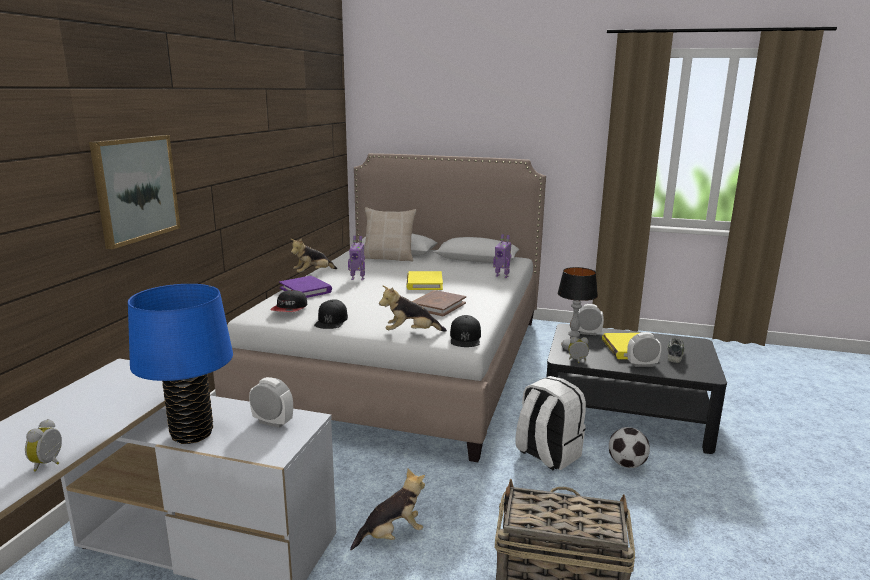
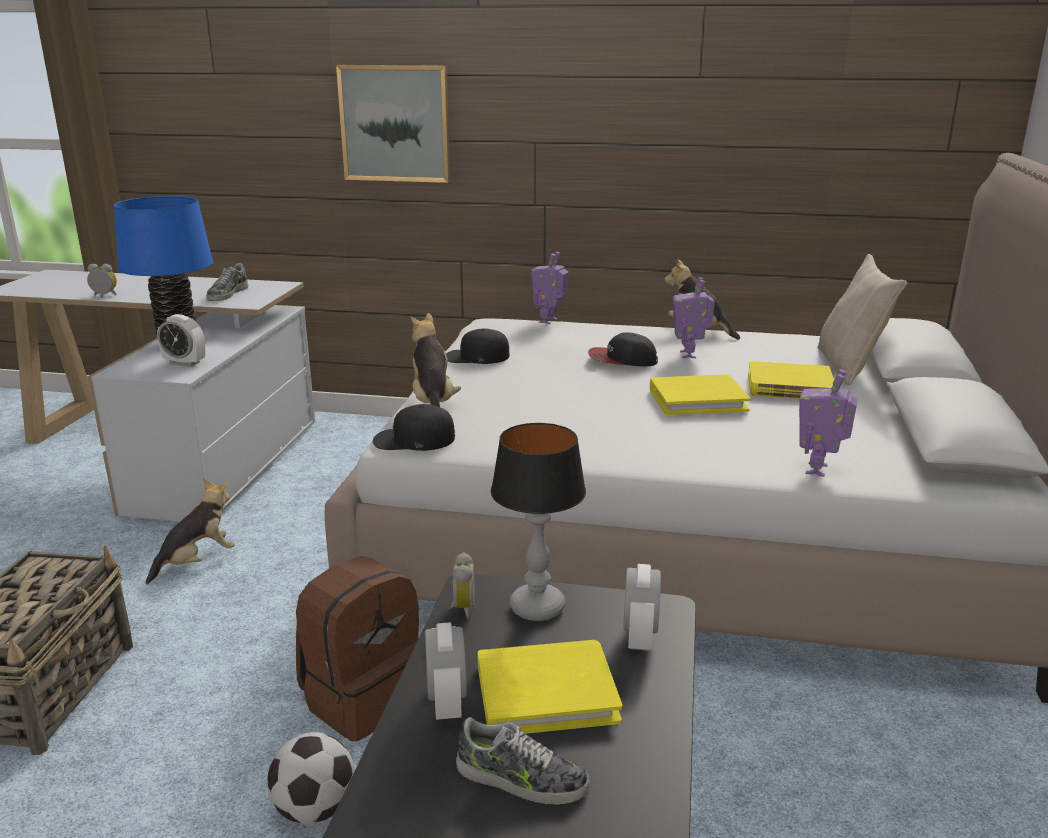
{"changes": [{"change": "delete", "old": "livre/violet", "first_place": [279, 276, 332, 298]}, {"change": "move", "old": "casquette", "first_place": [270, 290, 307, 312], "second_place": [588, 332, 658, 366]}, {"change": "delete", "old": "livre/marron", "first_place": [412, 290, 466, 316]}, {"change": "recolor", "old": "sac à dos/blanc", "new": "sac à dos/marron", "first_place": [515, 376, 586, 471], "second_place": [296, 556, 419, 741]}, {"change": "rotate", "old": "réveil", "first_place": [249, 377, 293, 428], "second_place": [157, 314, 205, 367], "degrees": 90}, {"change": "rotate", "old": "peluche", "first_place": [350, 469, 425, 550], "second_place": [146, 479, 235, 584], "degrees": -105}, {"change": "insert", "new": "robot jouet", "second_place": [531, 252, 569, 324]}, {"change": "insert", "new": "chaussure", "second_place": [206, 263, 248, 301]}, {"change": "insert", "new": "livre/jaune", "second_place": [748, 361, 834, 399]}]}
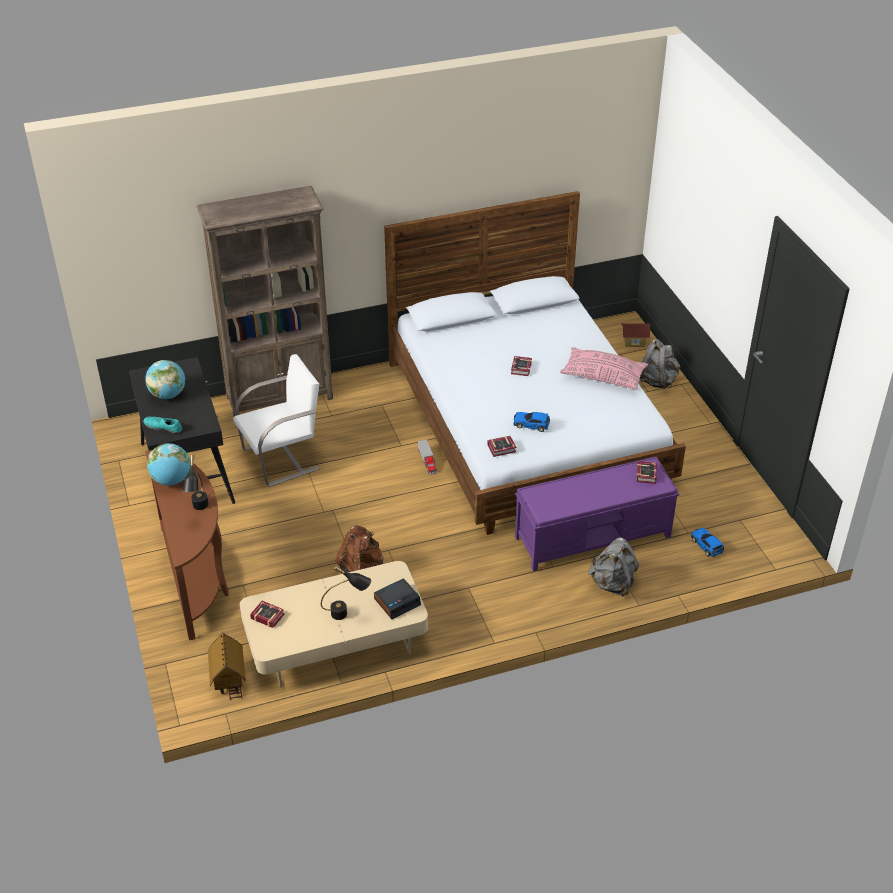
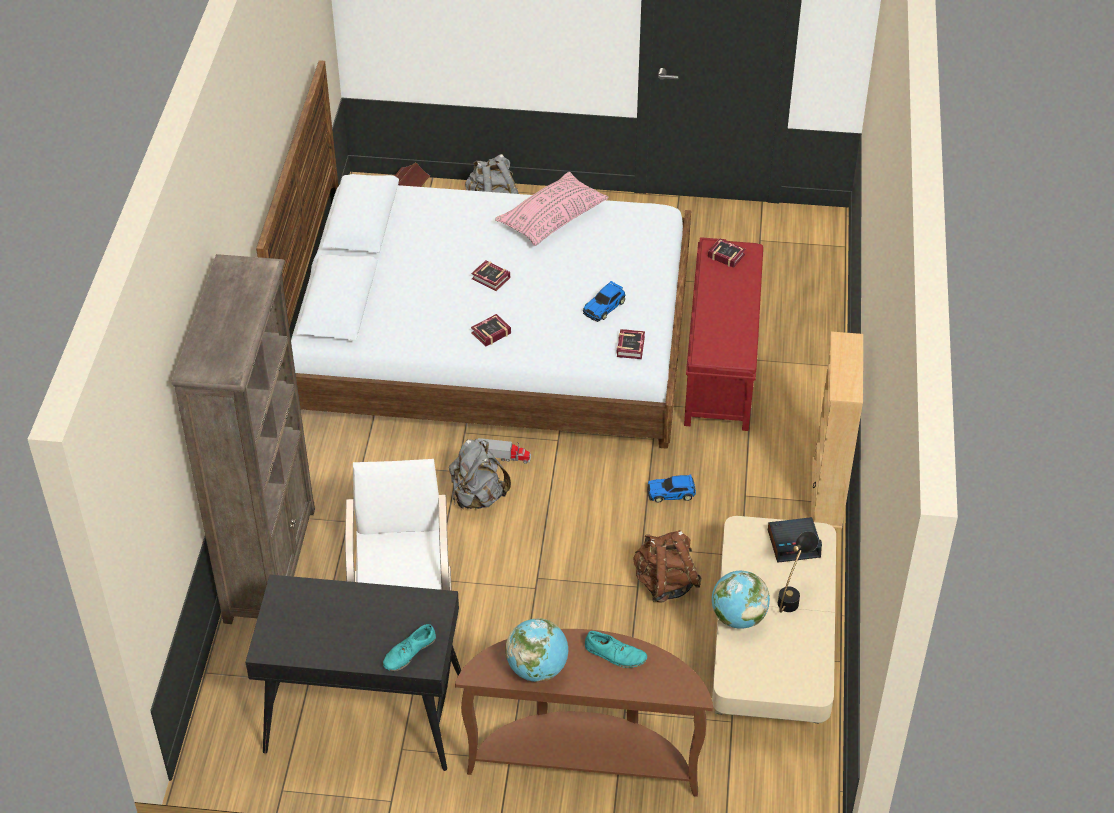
{"changes": [{"change": "move", "old": "globe", "first_place": [145, 360, 185, 399], "second_place": [712, 571, 770, 629]}, {"change": "replace", "old": "lampe de table/noir", "new": "chaussure/turquoise", "first_place": [183, 455, 209, 510], "second_place": [585, 631, 647, 668]}, {"change": "recolor", "old": "banc/violet", "new": "banc/rouge", "first_place": [515, 457, 679, 571], "second_place": [684, 237, 763, 431]}, {"change": "move", "old": "petite voiture", "first_place": [691, 528, 724, 557], "second_place": [647, 475, 696, 502]}, {"change": "move", "old": "sac à dos/gris", "first_place": [588, 537, 639, 597], "second_place": [449, 439, 511, 509]}, {"change": "rotate", "old": "réveil", "first_place": [374, 578, 421, 619], "second_place": [768, 517, 822, 563], "degrees": 90}, {"change": "move", "old": "livre", "first_place": [250, 601, 284, 628], "second_place": [471, 314, 511, 347]}, {"change": "delete", "old": "maison miniature", "first_place": [208, 633, 246, 700]}, {"change": "insert", "new": "bibliothèque/beige", "second_place": [811, 331, 863, 529]}]}
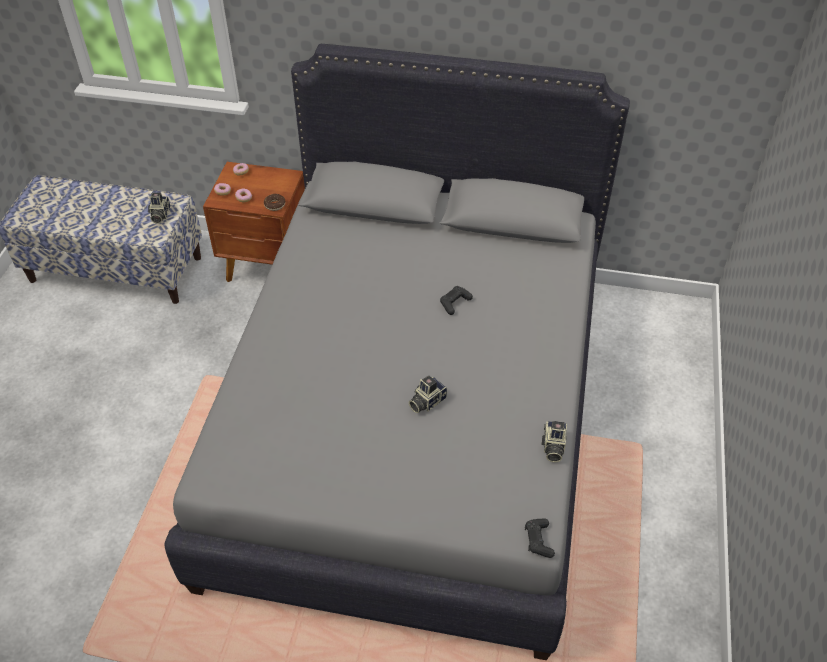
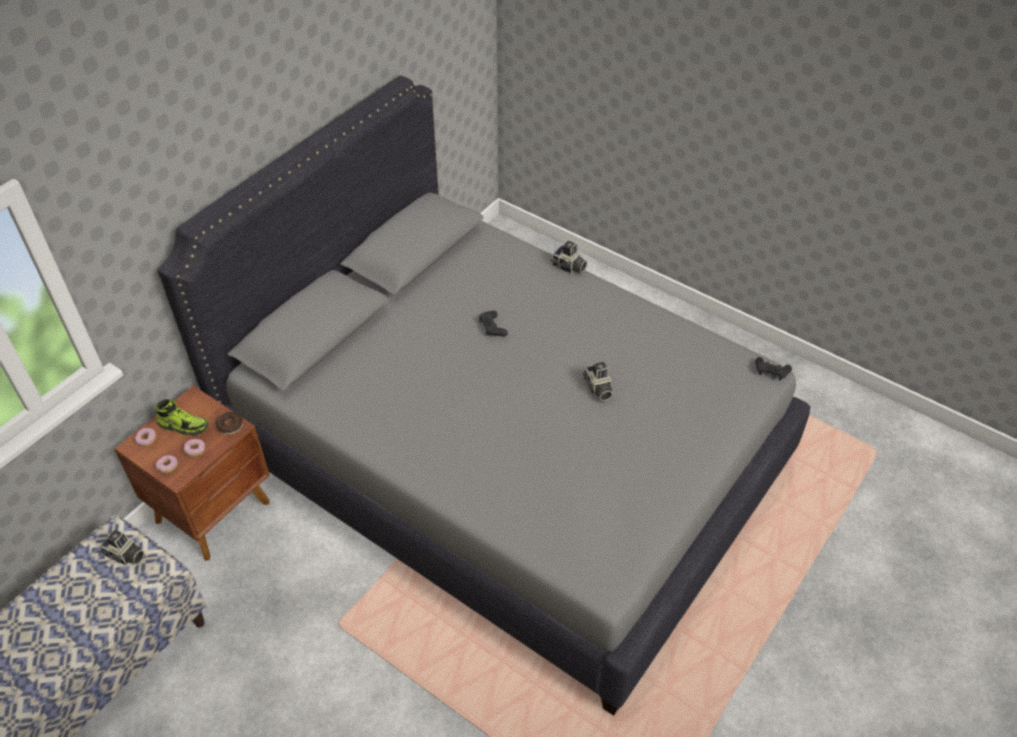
{"changes": [{"change": "move", "old": "appareil photo", "first_place": [541, 421, 567, 462], "second_place": [551, 241, 587, 274]}, {"change": "insert", "new": "chaussure", "second_place": [156, 399, 209, 436]}]}
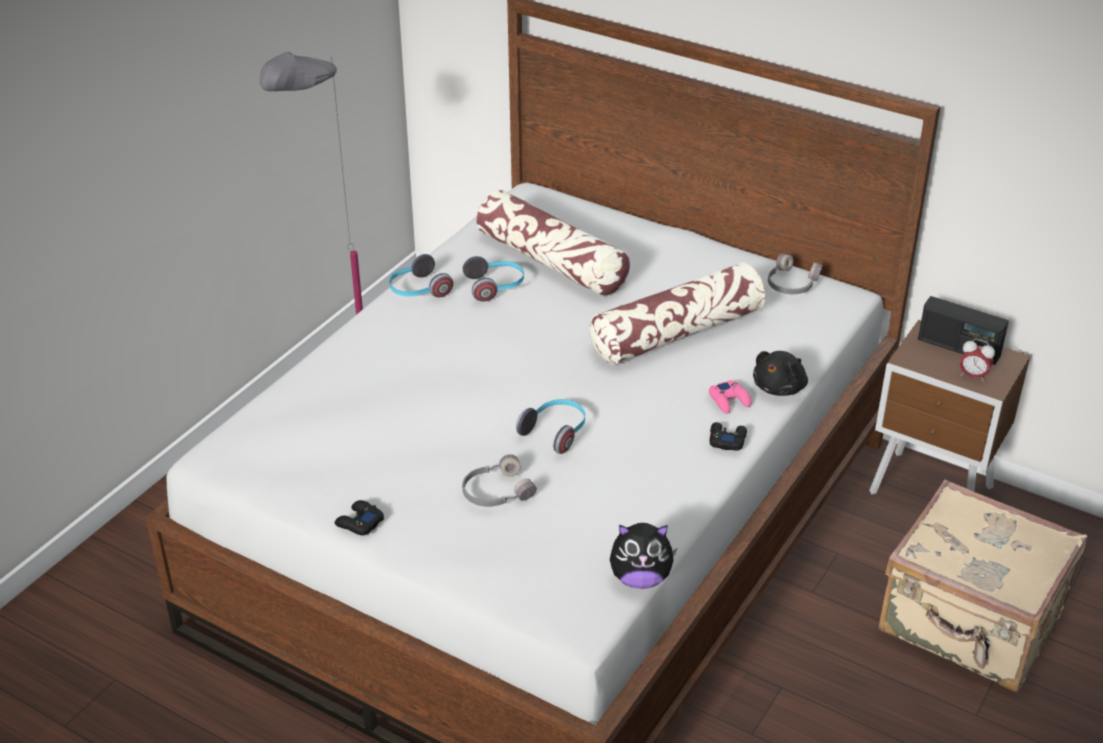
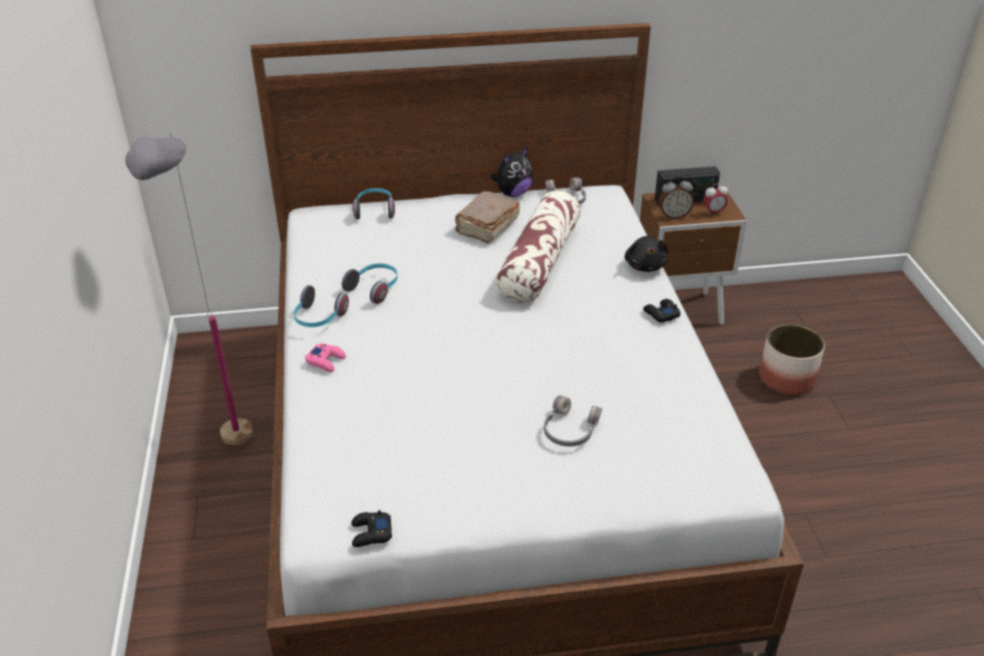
{"changes": [{"change": "delete", "old": "coussin", "first_place": [477, 190, 630, 296]}, {"change": "move", "old": "manette/rose", "first_place": [709, 380, 752, 414], "second_place": [305, 344, 346, 372]}, {"change": "move", "old": "casque audio", "first_place": [516, 399, 585, 454], "second_place": [353, 188, 395, 220]}, {"change": "replace", "old": "valise/beige", "new": "cache-pot", "first_place": [879, 479, 1087, 692], "second_place": [759, 324, 825, 395]}, {"change": "move", "old": "manette/noir", "first_place": [335, 500, 384, 536], "second_place": [351, 510, 392, 547]}, {"change": "move", "old": "peluche", "first_place": [610, 523, 677, 589], "second_place": [490, 146, 533, 197]}, {"change": "insert", "new": "réveil", "second_place": [659, 176, 694, 219]}, {"change": "insert", "new": "livre/marron", "second_place": [455, 191, 520, 244]}]}
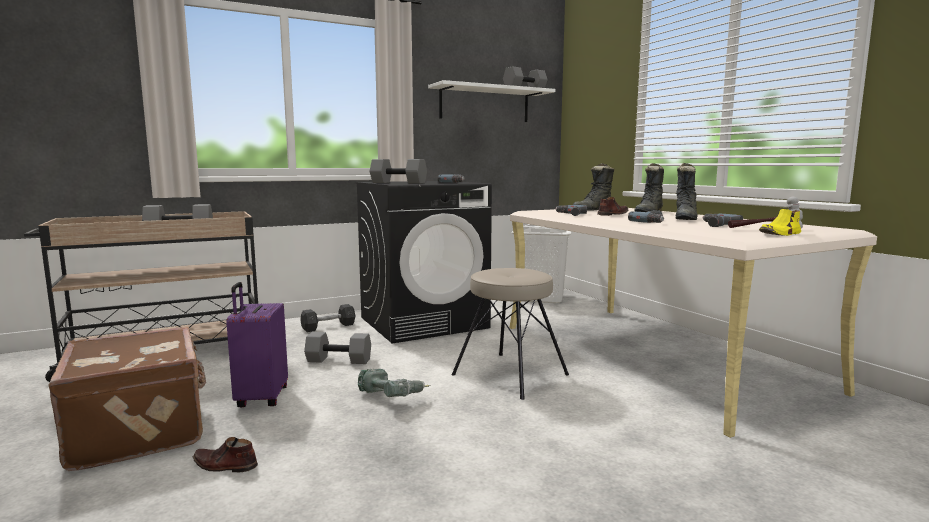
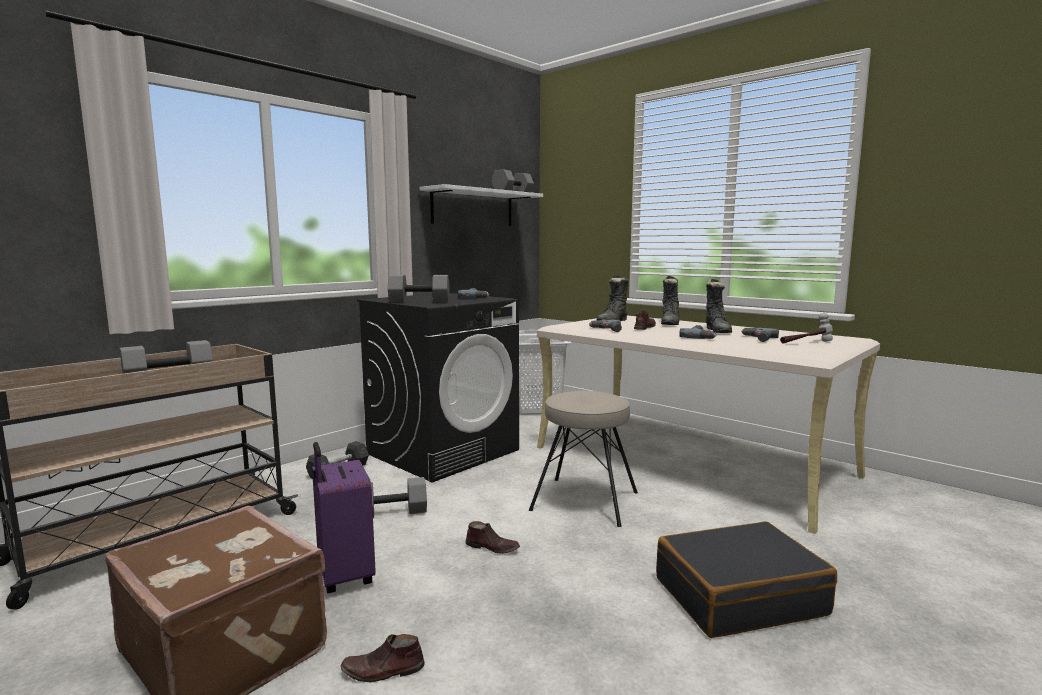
{"changes": [{"change": "delete", "old": "chaussure/jaune", "first_place": [759, 209, 801, 236]}, {"change": "replace", "old": "perceuse", "new": "chaussure/marron", "first_place": [358, 369, 430, 397], "second_place": [466, 521, 520, 554]}, {"change": "insert", "new": "valise/noir", "second_place": [656, 521, 837, 638]}]}
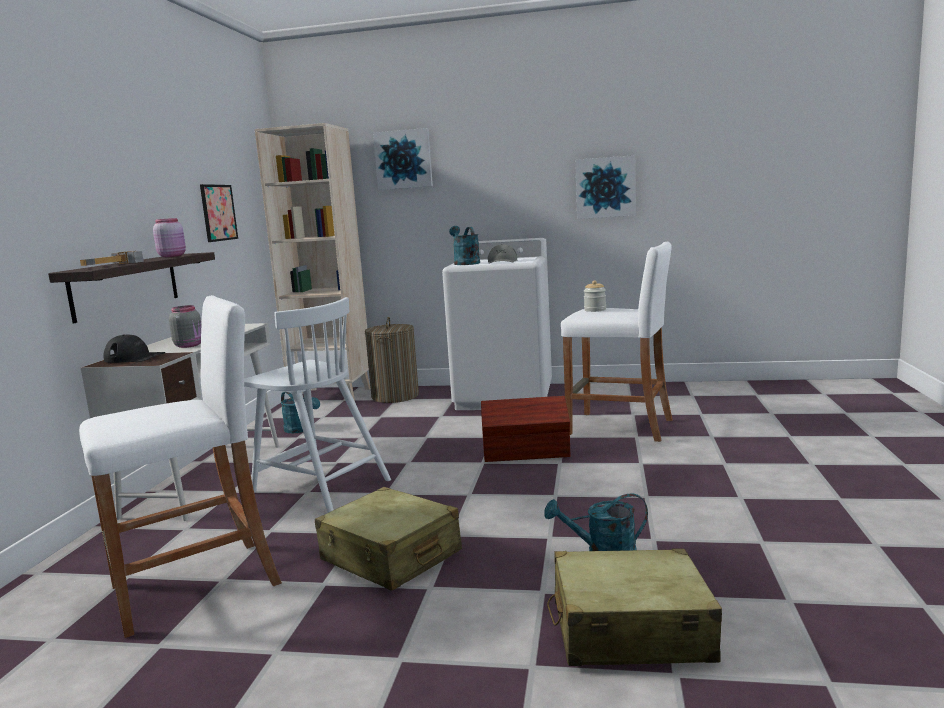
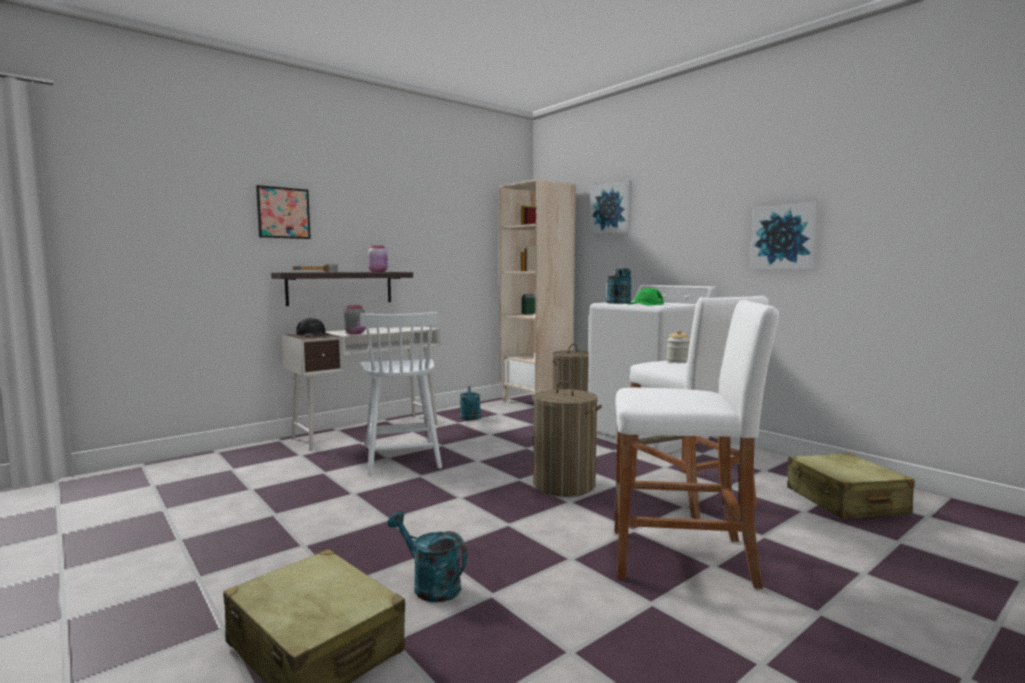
{"changes": [{"change": "move", "old": "tableau", "first_place": [200, 184, 238, 242], "second_place": [256, 185, 311, 239]}, {"change": "recolor", "old": "casquette/gris", "new": "casquette/vert", "first_place": [488, 244, 517, 263], "second_place": [627, 288, 664, 306]}, {"change": "move", "old": "tabouret/blanc", "first_place": [79, 295, 282, 638], "second_place": [615, 300, 779, 589]}, {"change": "replace", "old": "boîte de rangement/marron", "new": "panier à linge", "first_place": [481, 396, 570, 462], "second_place": [532, 381, 602, 497]}, {"change": "move", "old": "valise/beige", "first_place": [315, 487, 462, 591], "second_place": [787, 453, 915, 519]}]}
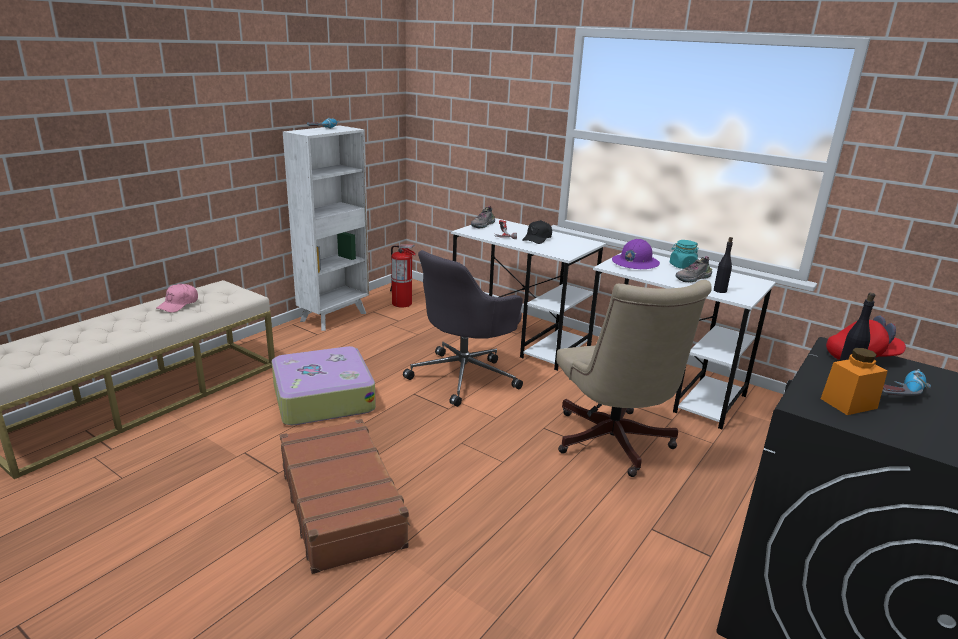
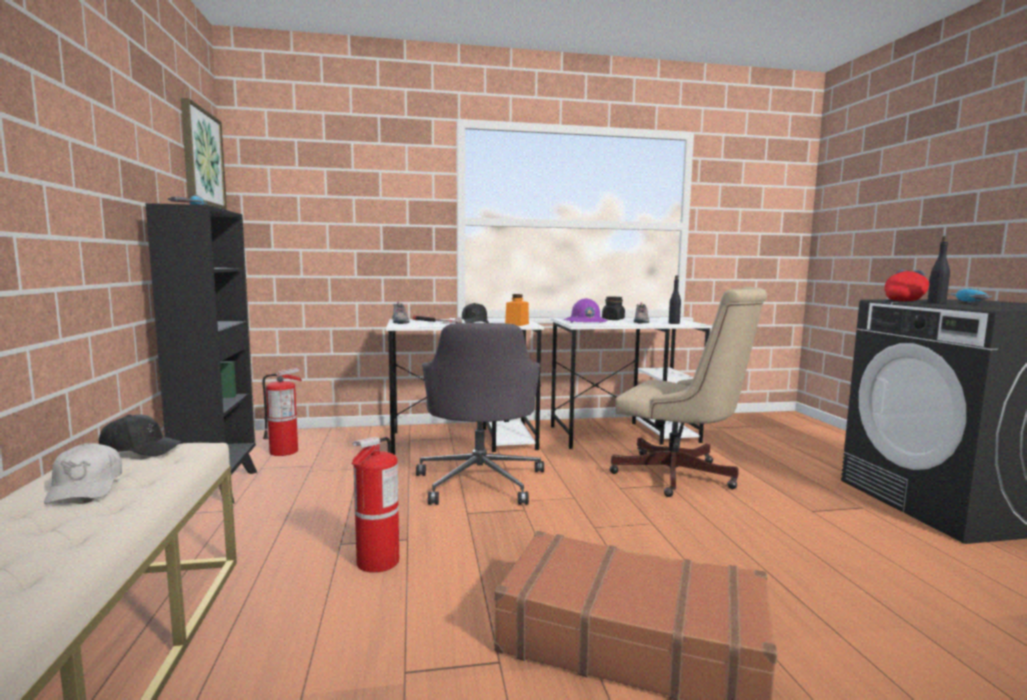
{"changes": [{"change": "recolor", "old": "bibliothèque/blanc", "new": "bibliothèque/noir", "first_place": [283, 125, 369, 331], "second_place": [145, 203, 257, 504]}, {"change": "recolor", "old": "bocal/turquoise", "new": "bocal/noir", "first_place": [670, 240, 698, 269], "second_place": [602, 297, 625, 320]}, {"change": "recolor", "old": "casquette/rose", "new": "casquette/blanc", "first_place": [156, 284, 198, 313], "second_place": [44, 443, 122, 504]}, {"change": "replace", "old": "valise", "new": "extincteur", "first_place": [272, 346, 376, 425], "second_place": [352, 437, 399, 573]}, {"change": "move", "old": "bocal/orange", "first_place": [821, 348, 888, 415], "second_place": [505, 294, 529, 326]}, {"change": "insert", "new": "tableau", "second_place": [181, 98, 227, 209]}, {"change": "insert", "new": "casquette/noir", "second_place": [99, 414, 183, 456]}]}
